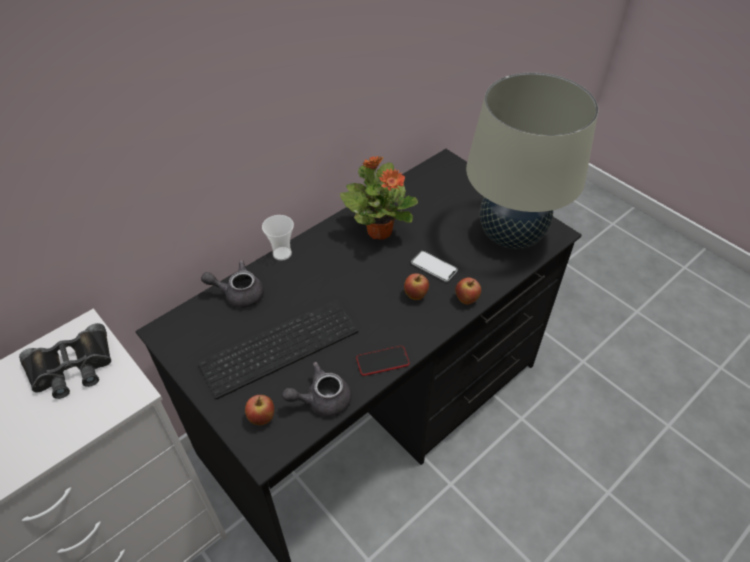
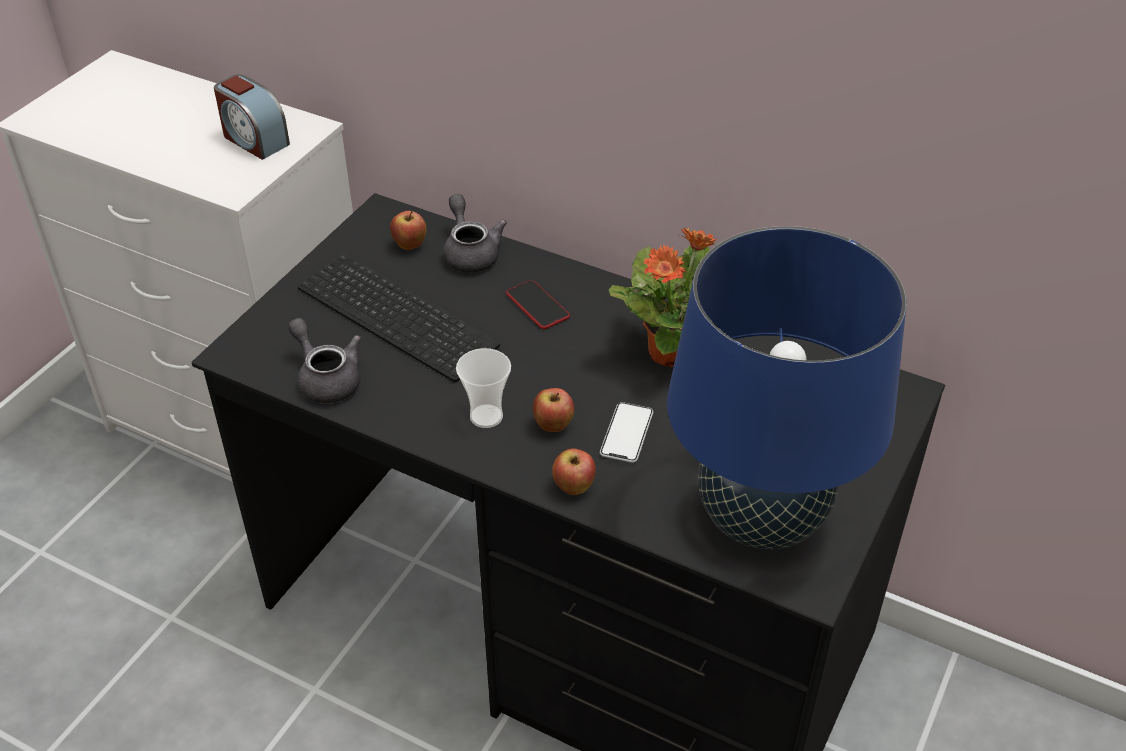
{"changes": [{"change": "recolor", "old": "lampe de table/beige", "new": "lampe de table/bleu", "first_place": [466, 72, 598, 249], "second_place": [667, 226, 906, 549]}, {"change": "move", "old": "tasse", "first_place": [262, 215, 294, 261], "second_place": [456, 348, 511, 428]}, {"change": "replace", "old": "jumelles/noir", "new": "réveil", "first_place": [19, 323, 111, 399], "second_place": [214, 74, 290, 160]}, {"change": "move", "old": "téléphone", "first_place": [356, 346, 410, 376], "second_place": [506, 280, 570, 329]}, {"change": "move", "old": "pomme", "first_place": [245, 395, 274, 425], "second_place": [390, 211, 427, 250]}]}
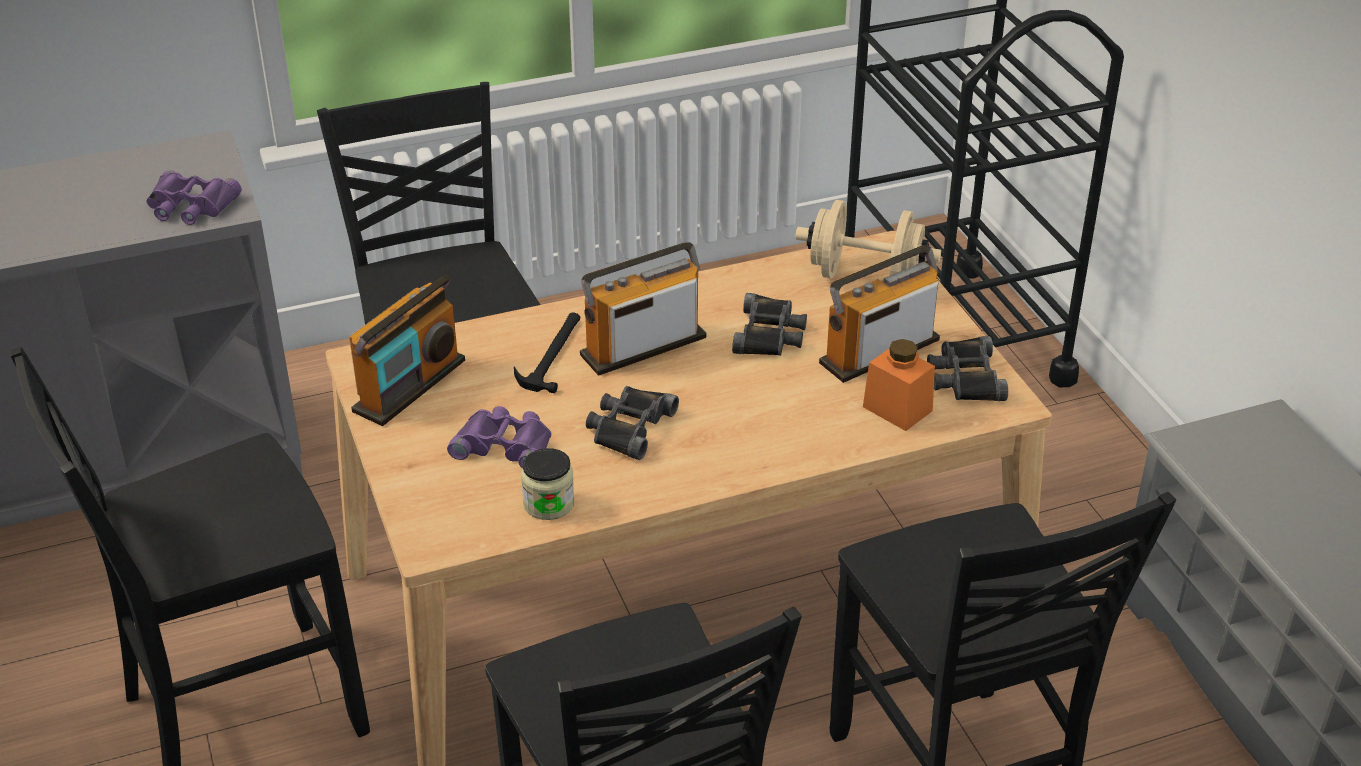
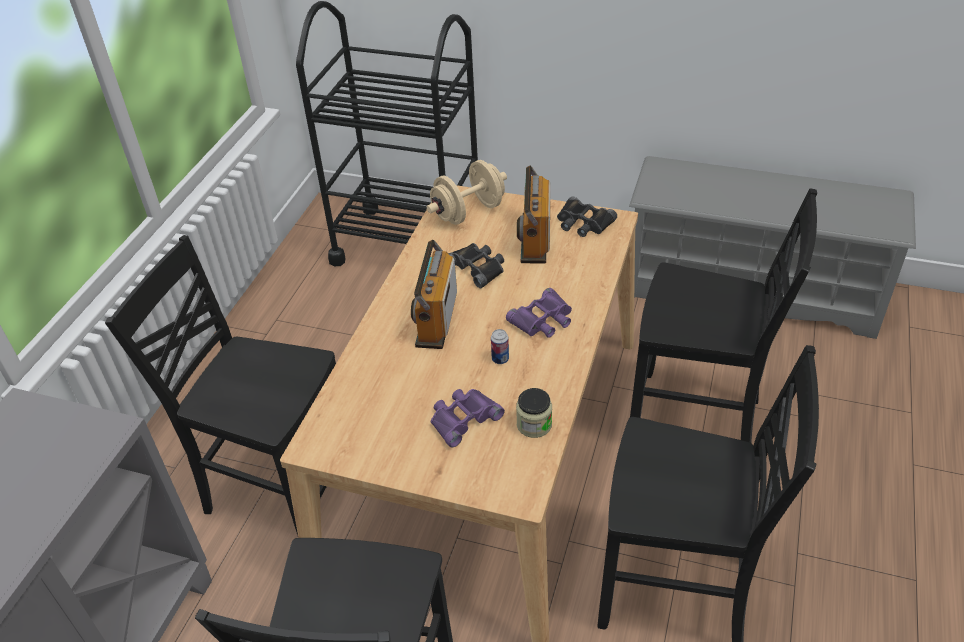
{"changes": [{"change": "move", "old": "jumelles/violet", "first_place": [147, 170, 241, 225], "second_place": [506, 288, 572, 338]}, {"change": "delete", "old": "radio", "first_place": [349, 275, 465, 426]}, {"change": "delete", "old": "marteau", "first_place": [514, 312, 581, 393]}, {"change": "delete", "old": "bocal/orange", "first_place": [863, 339, 935, 431]}, {"change": "replace", "old": "jumelles/noir", "new": "boîte métallique", "first_place": [586, 386, 679, 460], "second_place": [491, 329, 509, 364]}]}
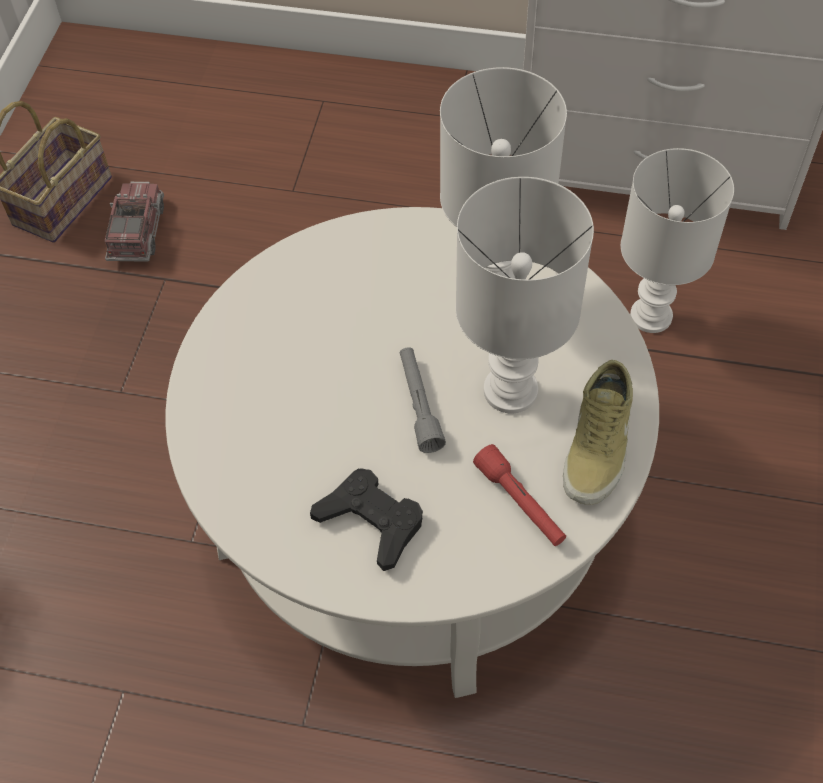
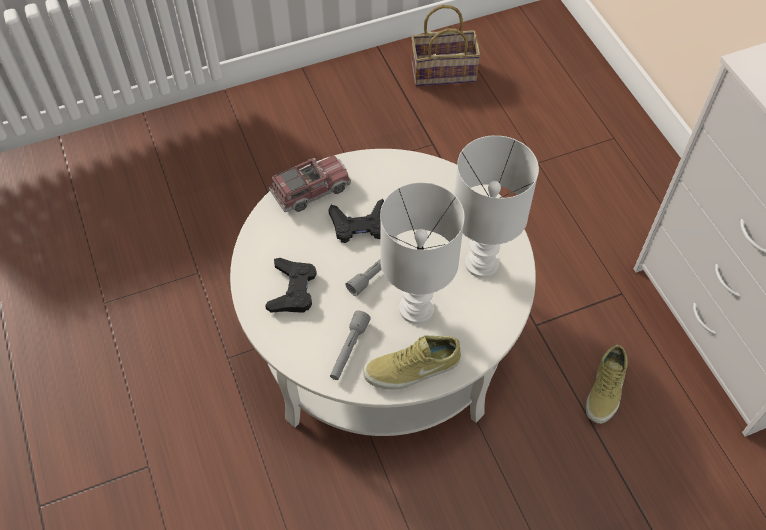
{"changes": [{"change": "replace", "old": "lampe de table/blanc", "new": "chaussure/beige", "first_place": [621, 148, 734, 333], "second_place": [586, 345, 628, 424]}, {"change": "move", "old": "camion jouet", "first_place": [105, 182, 164, 262], "second_place": [269, 155, 351, 212]}, {"change": "recolor", "old": "lampe de poche/rouge", "new": "lampe de poche/gris", "first_place": [473, 444, 566, 546], "second_place": [330, 311, 371, 380]}, {"change": "insert", "new": "manette/noir", "second_place": [328, 199, 384, 243]}]}
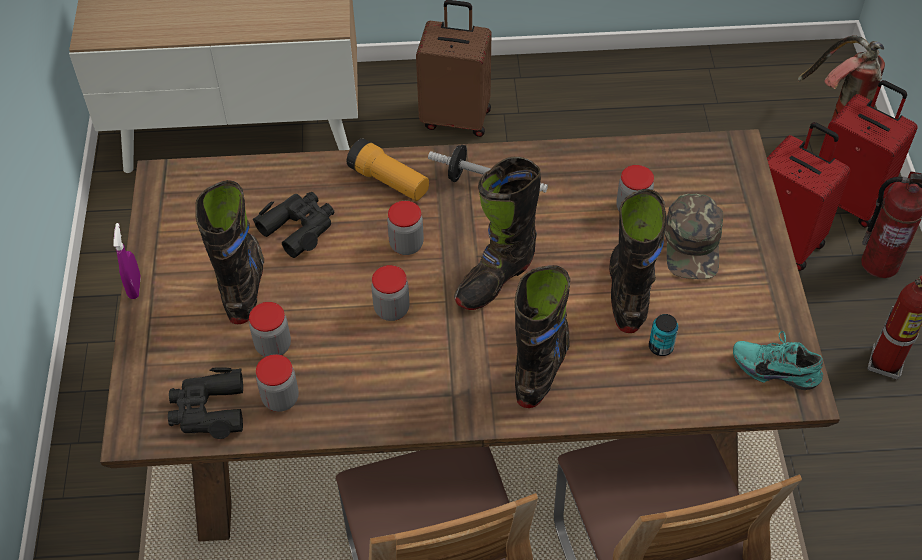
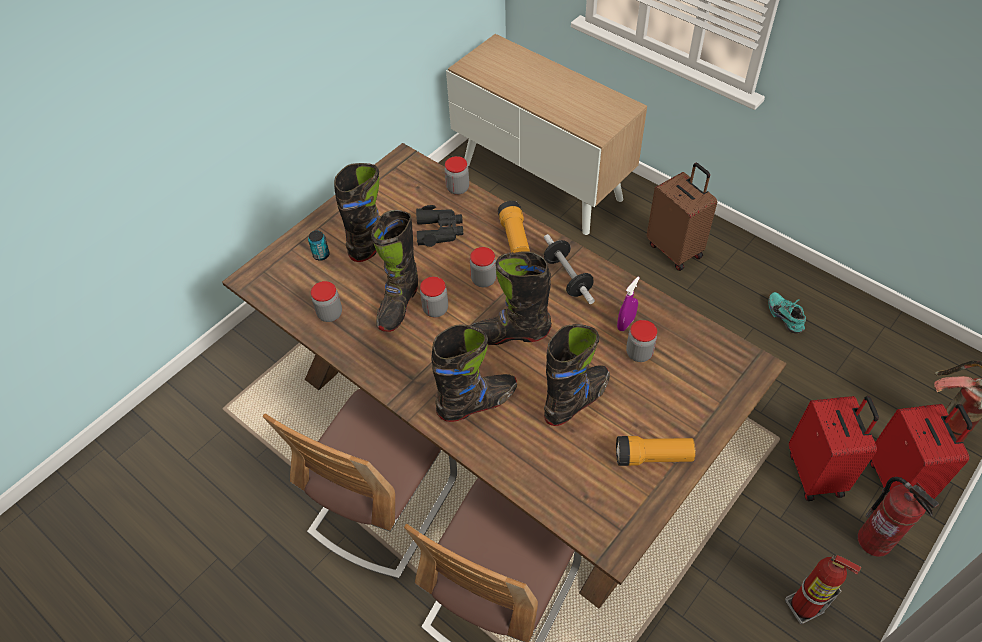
{"changes": [{"change": "delete", "old": "casquette/vert", "first_place": [665, 194, 723, 279]}, {"change": "move", "old": "vaporisateur/violet", "first_place": [113, 223, 141, 299], "second_place": [617, 277, 640, 331]}, {"change": "move", "old": "bocal", "first_place": [249, 302, 291, 357], "second_place": [445, 156, 469, 195]}, {"change": "move", "old": "boîte métallique", "first_place": [649, 314, 678, 356], "second_place": [308, 230, 329, 261]}, {"change": "move", "old": "chaussure/turquoise", "first_place": [733, 331, 823, 390], "second_place": [768, 292, 806, 334]}, {"change": "delete", "old": "jumelles/noir", "first_place": [168, 367, 243, 439]}, {"change": "insert", "new": "botte/noir", "second_place": [371, 210, 418, 332]}, {"change": "insert", "new": "lampe de poche", "second_place": [616, 436, 695, 466]}]}
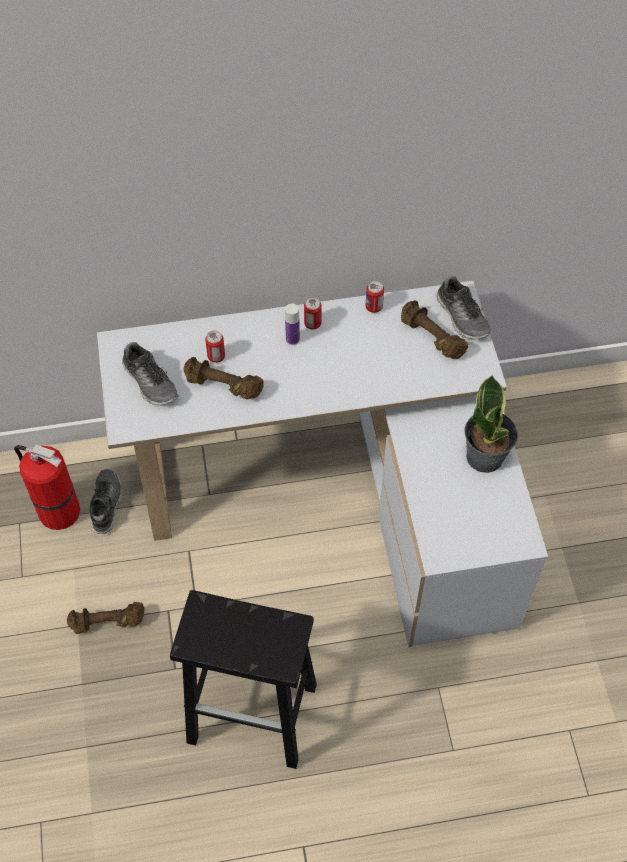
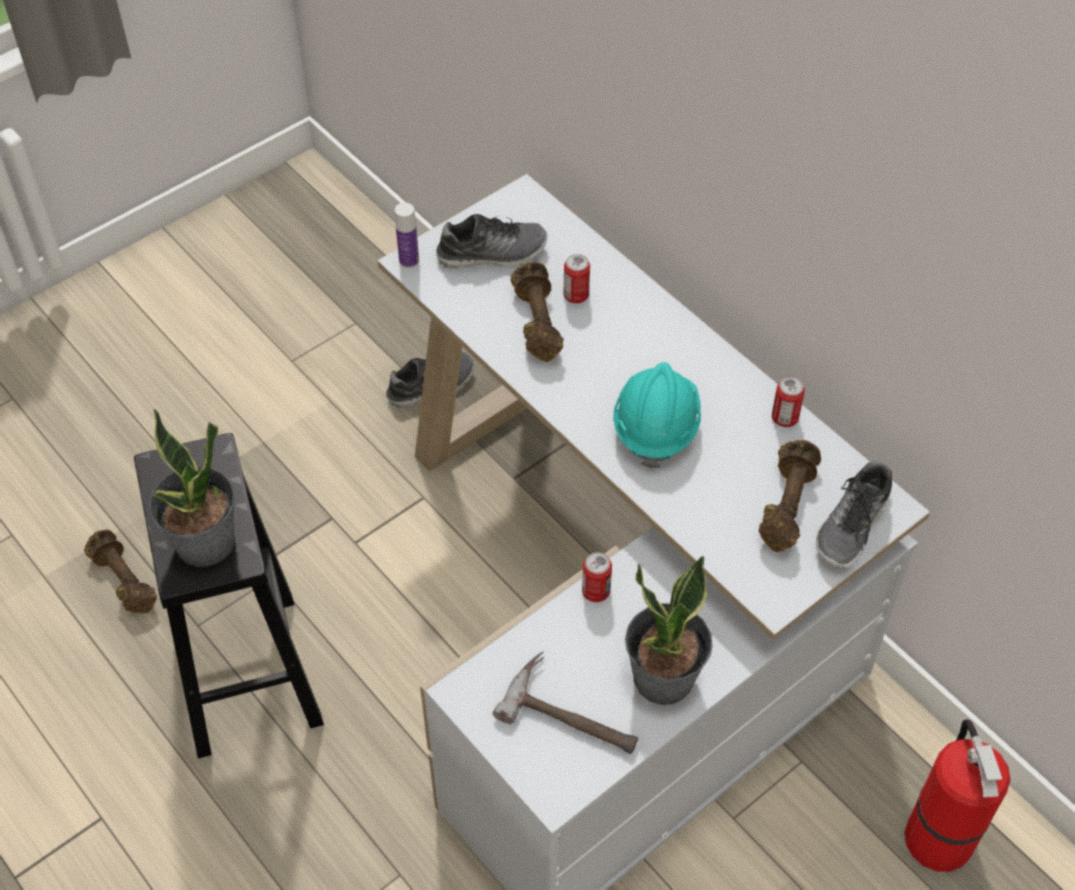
{"changes": [{"change": "move", "old": "boîte métallique", "first_place": [304, 297, 322, 329], "second_place": [582, 552, 612, 602]}, {"change": "move", "old": "bouteille", "first_place": [285, 304, 300, 345], "second_place": [395, 203, 419, 268]}, {"change": "rotate", "old": "chaussure", "first_place": [122, 342, 179, 405], "second_place": [436, 214, 548, 270], "degrees": -120}, {"change": "move", "old": "extincteur", "first_place": [14, 445, 80, 530], "second_place": [905, 719, 1010, 872]}, {"change": "move", "old": "haltère/marron", "first_place": [67, 602, 145, 634], "second_place": [84, 529, 157, 613]}, {"change": "insert", "new": "casque de chantier/turquoise", "second_place": [613, 362, 701, 468]}, {"change": "insert", "new": "plante en pot", "second_place": [149, 409, 235, 567]}, {"change": "insert", "new": "marteau", "second_place": [492, 651, 638, 754]}]}
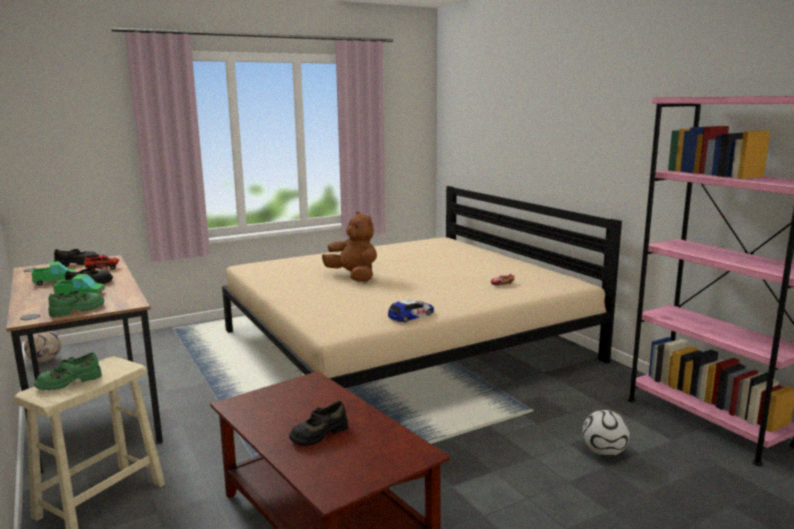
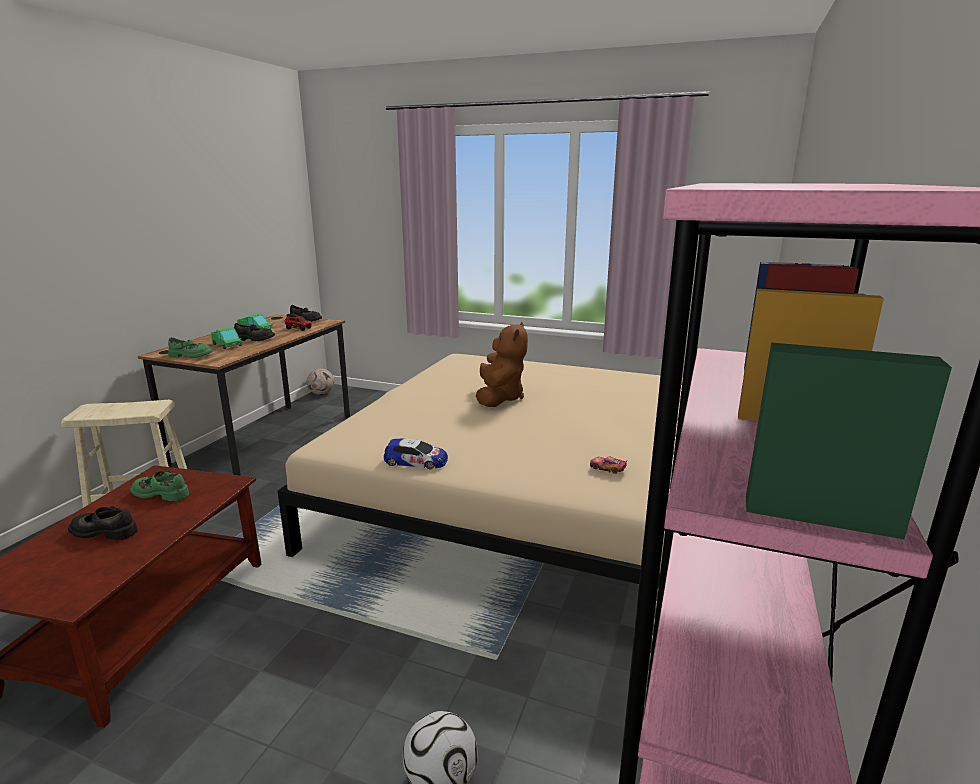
{"changes": [{"change": "move", "old": "chaussure/vert", "first_place": [34, 352, 102, 390], "second_place": [130, 471, 189, 501]}]}
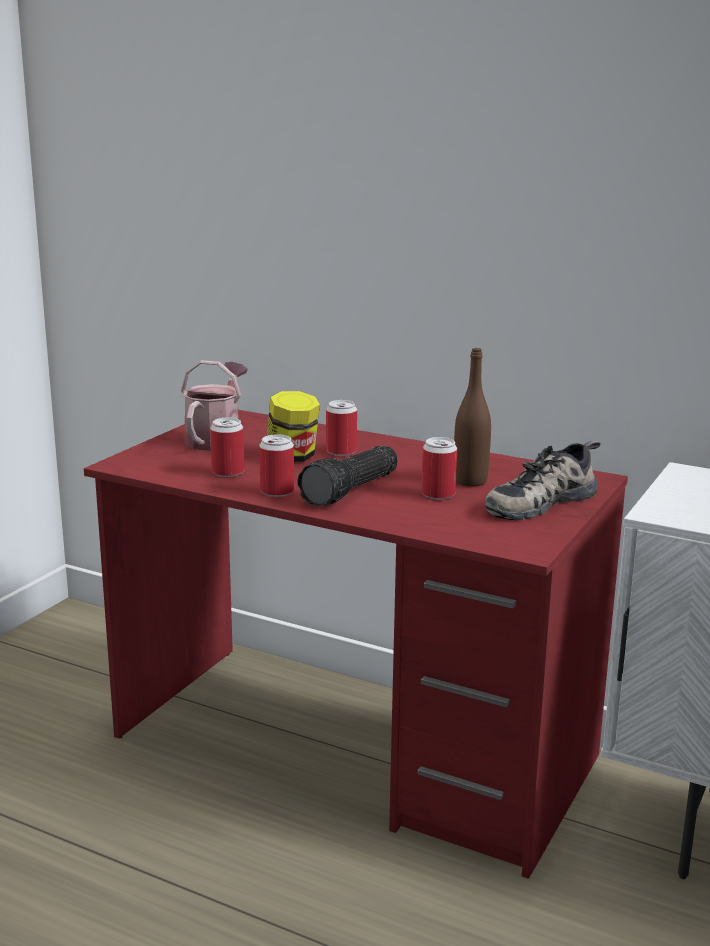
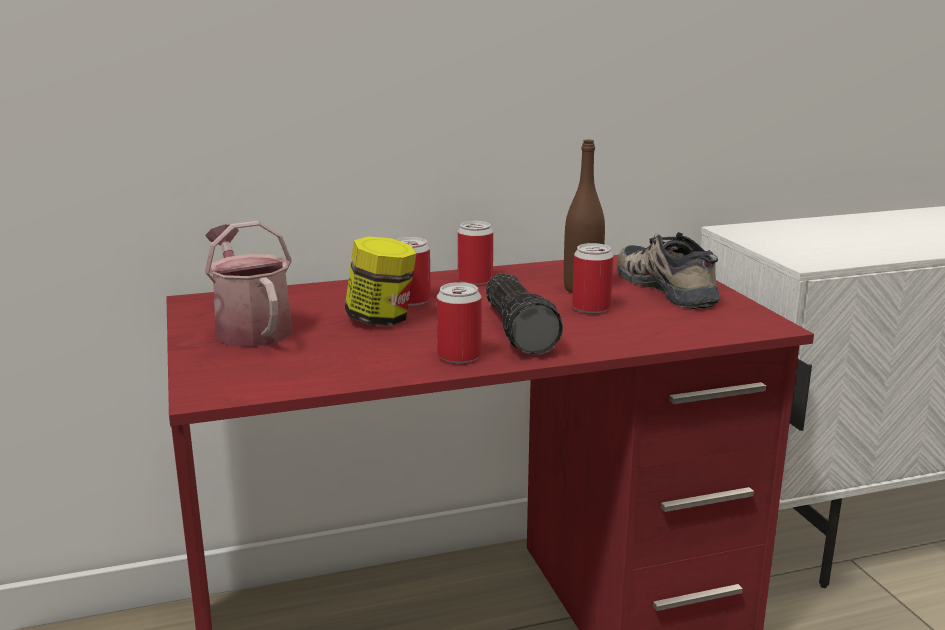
{"changes": [{"change": "move", "old": "boîte métallique", "first_place": [210, 418, 245, 477], "second_place": [458, 221, 493, 285]}, {"change": "rotate", "old": "chaussure", "first_place": [485, 441, 601, 520], "second_place": [617, 232, 719, 309], "degrees": 150}]}
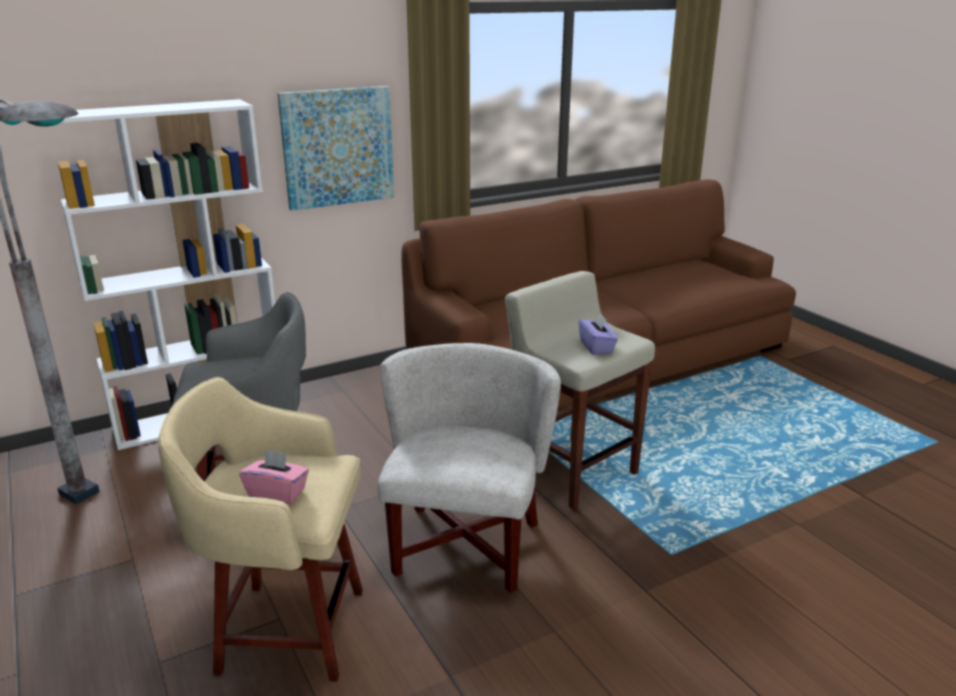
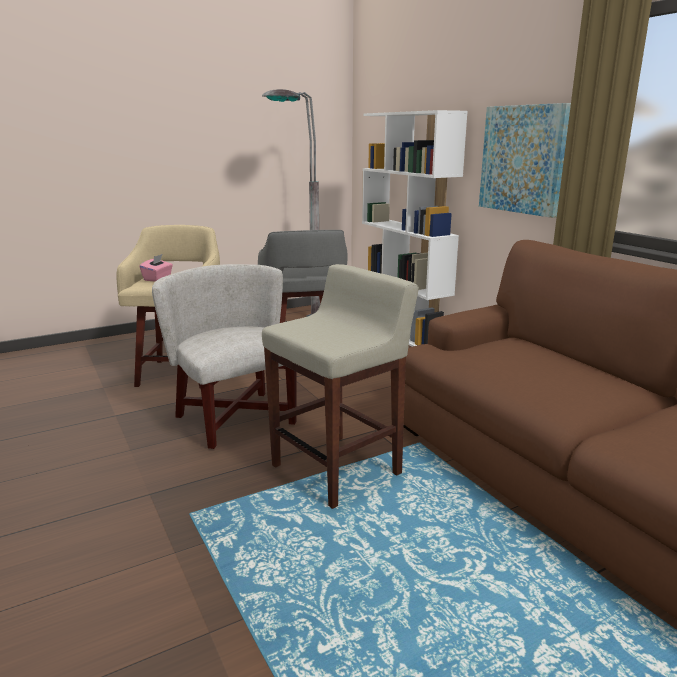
{"changes": [{"change": "delete", "old": "boîte à mouchoirs/violet", "first_place": [579, 314, 618, 355]}, {"change": "rotate", "old": "fauteuil/blanc", "first_place": [378, 343, 561, 593], "second_place": [152, 264, 296, 449], "degrees": -135}]}
